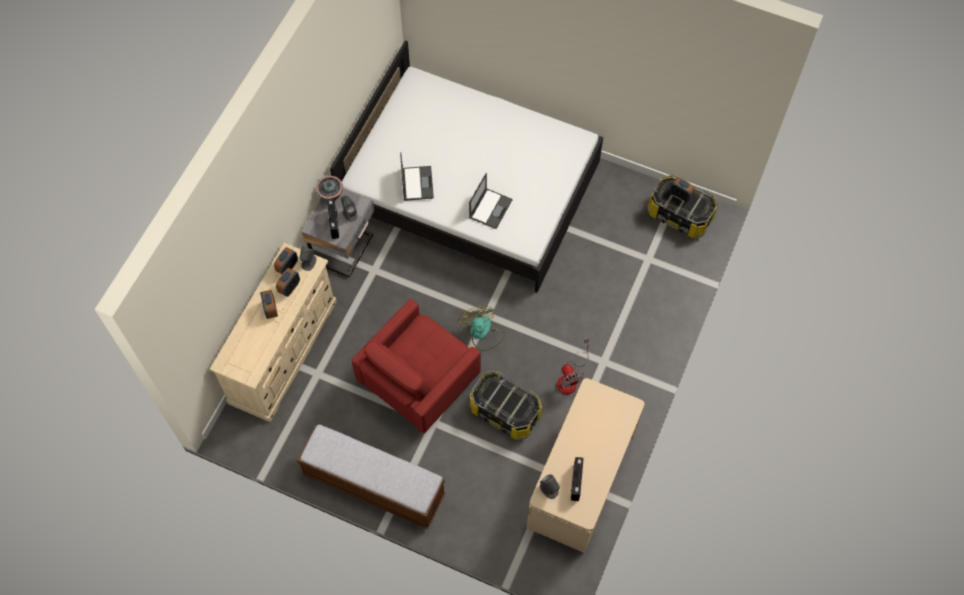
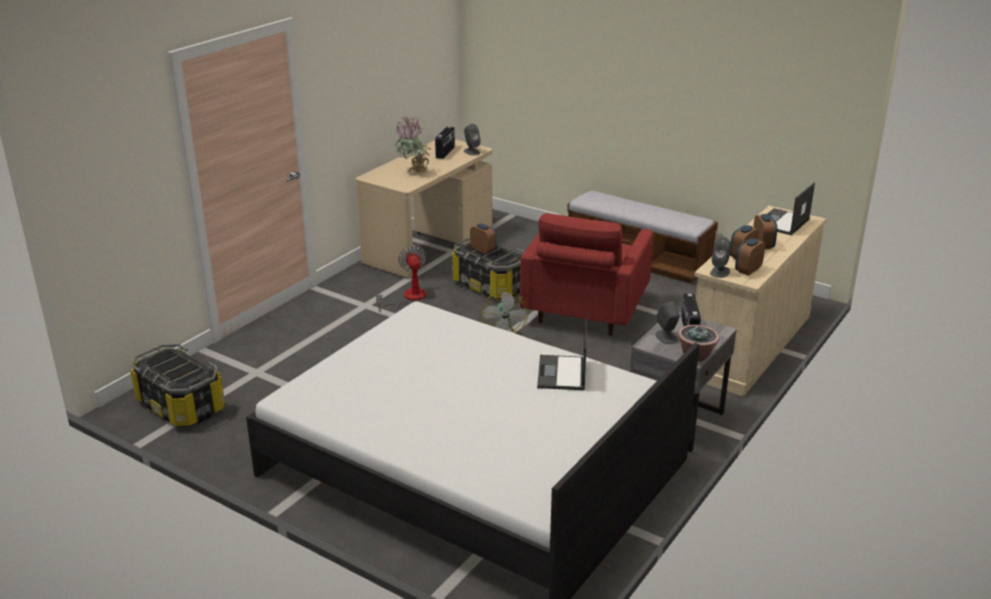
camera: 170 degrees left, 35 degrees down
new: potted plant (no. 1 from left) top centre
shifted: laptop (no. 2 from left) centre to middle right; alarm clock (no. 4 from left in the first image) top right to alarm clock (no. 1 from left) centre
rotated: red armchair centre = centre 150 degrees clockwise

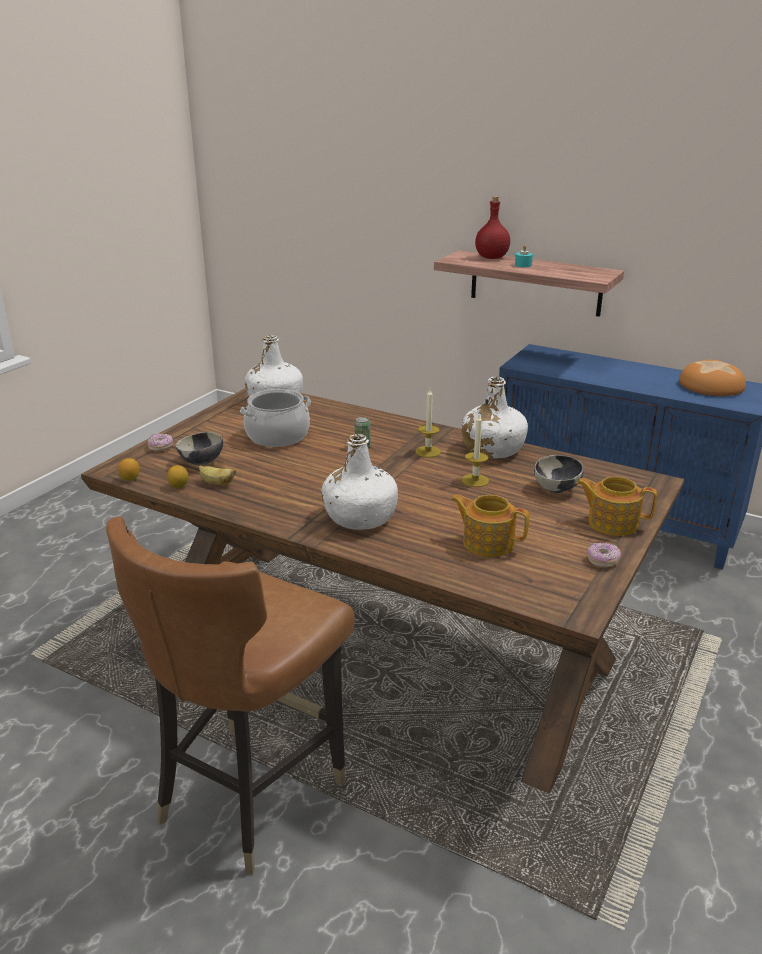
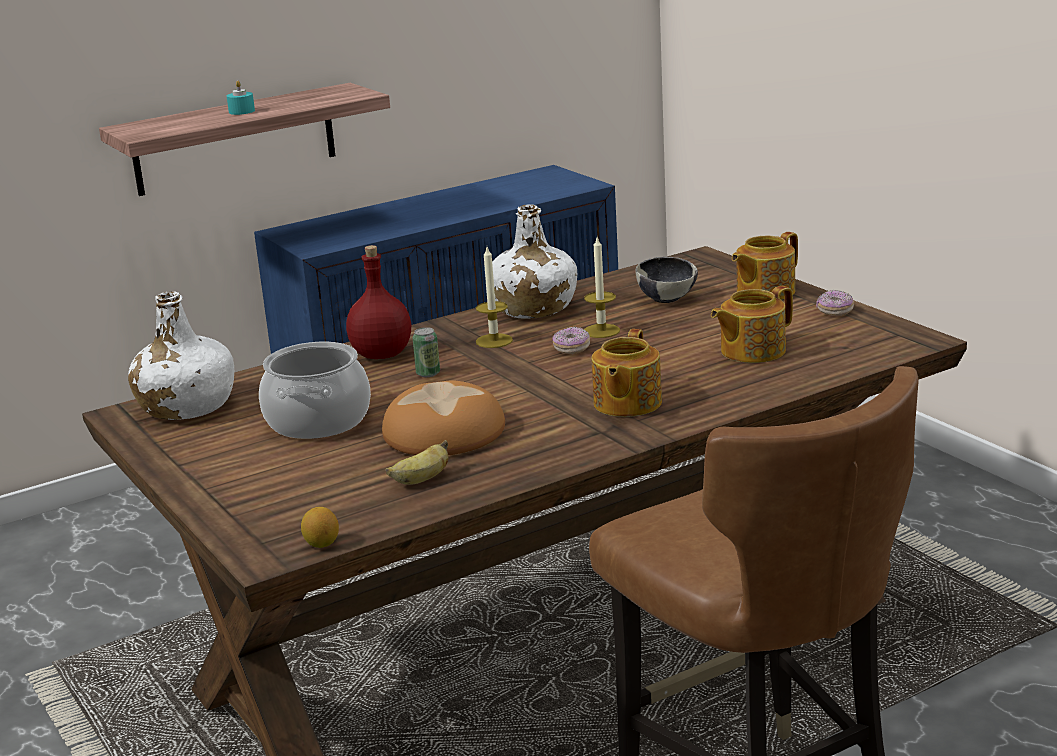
camera: 60 degrees left, 5 degrees down
gone: lemon (no. 2 from left) middle left; bowl (no. 1 from left) middle left
shifted: donut (no. 1 from left) middle left to centre; red bottle top centre to centre; bread middle right to centre
swapped: white bottle (no. 2 from left) centre to teapot (no. 1 from left) centre

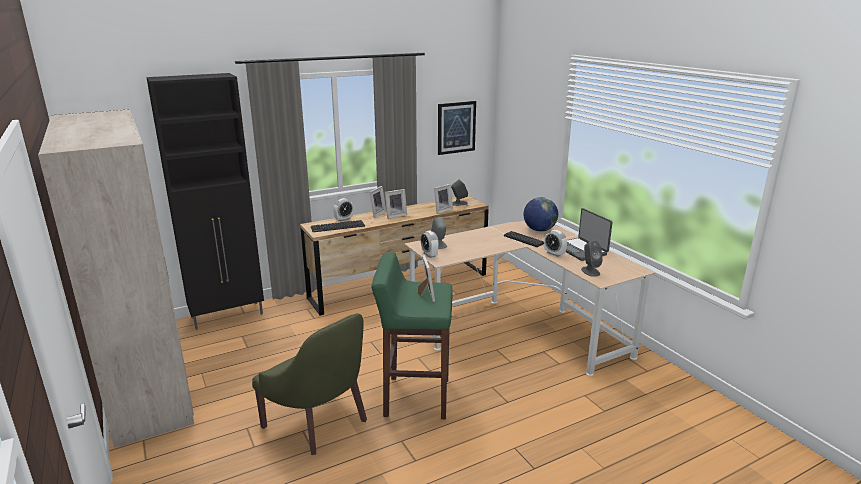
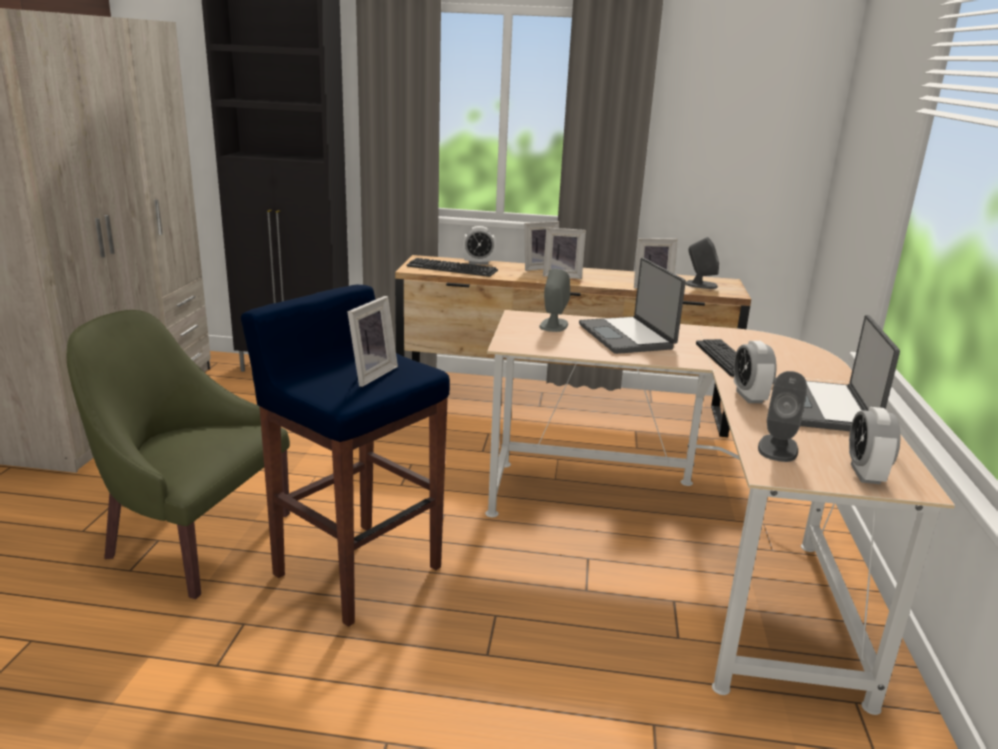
camera: 35 degrees right, 0 degrees up
gone: picture top centre; globe centre
new: laptop (no. 1 from left) centre
shifted: alarm clock (no. 2 from left in the first image) centre to alarm clock (no. 3 from left) middle right
repainted: green stool bottom centre to blue stool centre
rotated: green armchair bottom centre = middle left 120 degrees clockwise

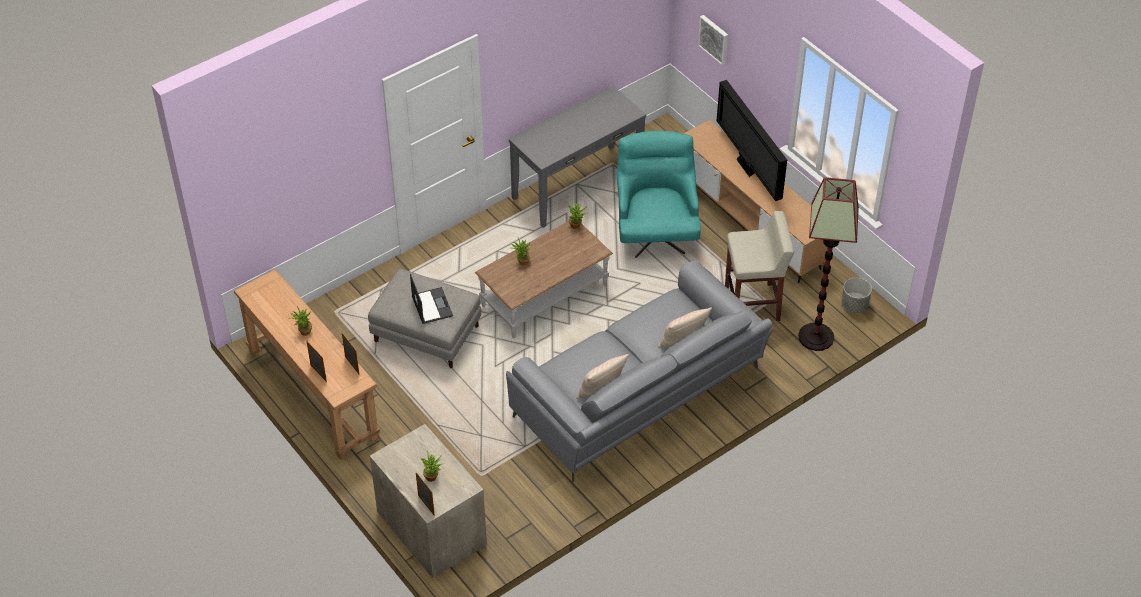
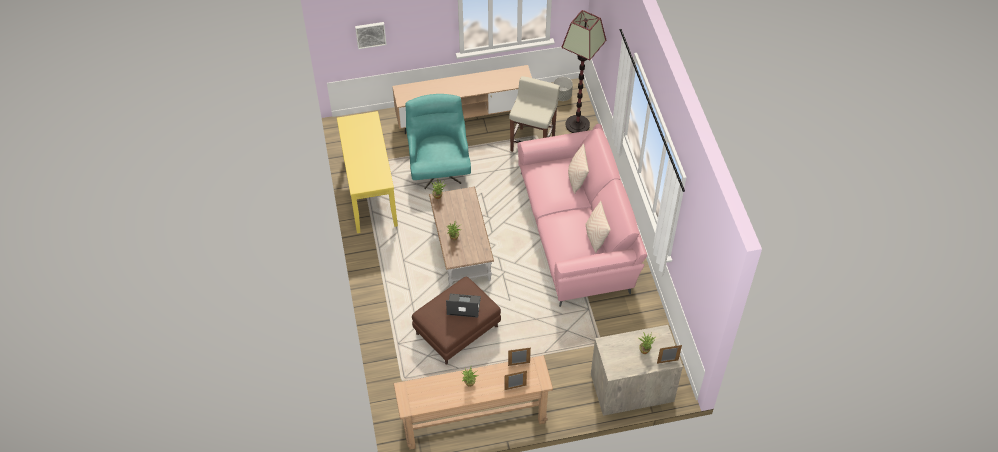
camera: 65 degrees left, 5 degrees up
gone: television top centre
repainted: grey ottoman centre to brown ottoman bottom centre; grey sofa centre to pink sofa centre; grey console table top centre to yellow console table centre
rotated: turquoise armchair top centre = top centre 60 degrees clockwise

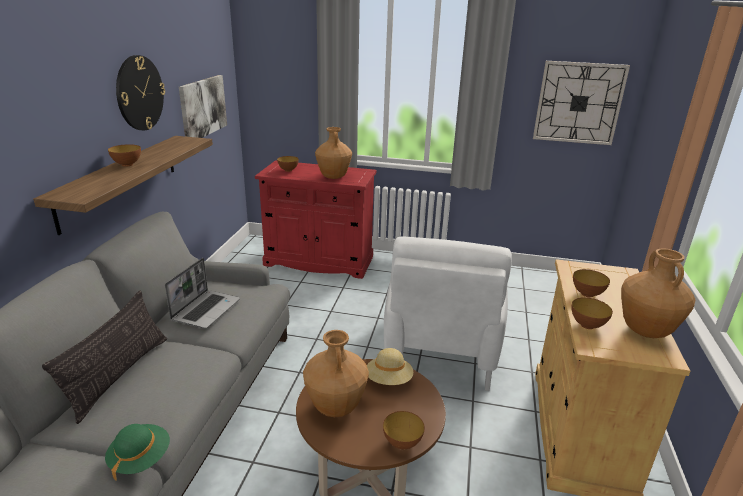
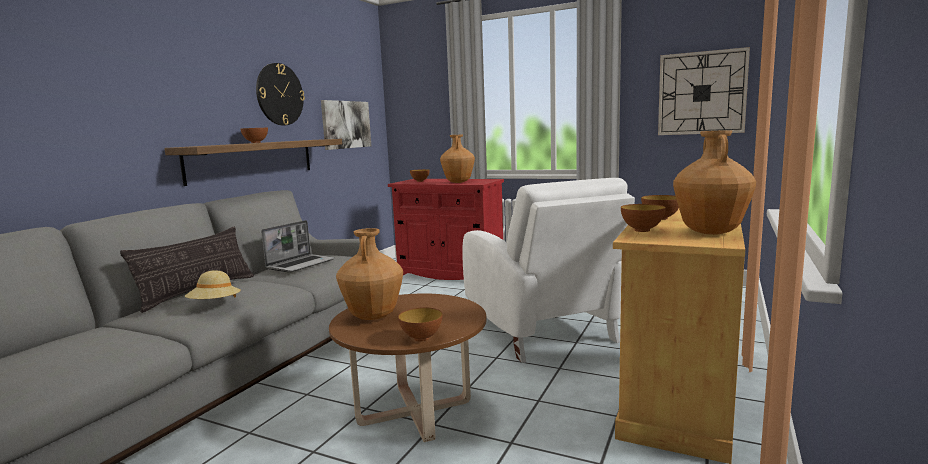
camera: 15 degrees right, 15 degrees down
gone: green hat bottom left
shifted: beige hat bottom centre to middle left
rotated: white armchair centre = centre 45 degrees counterclockwise

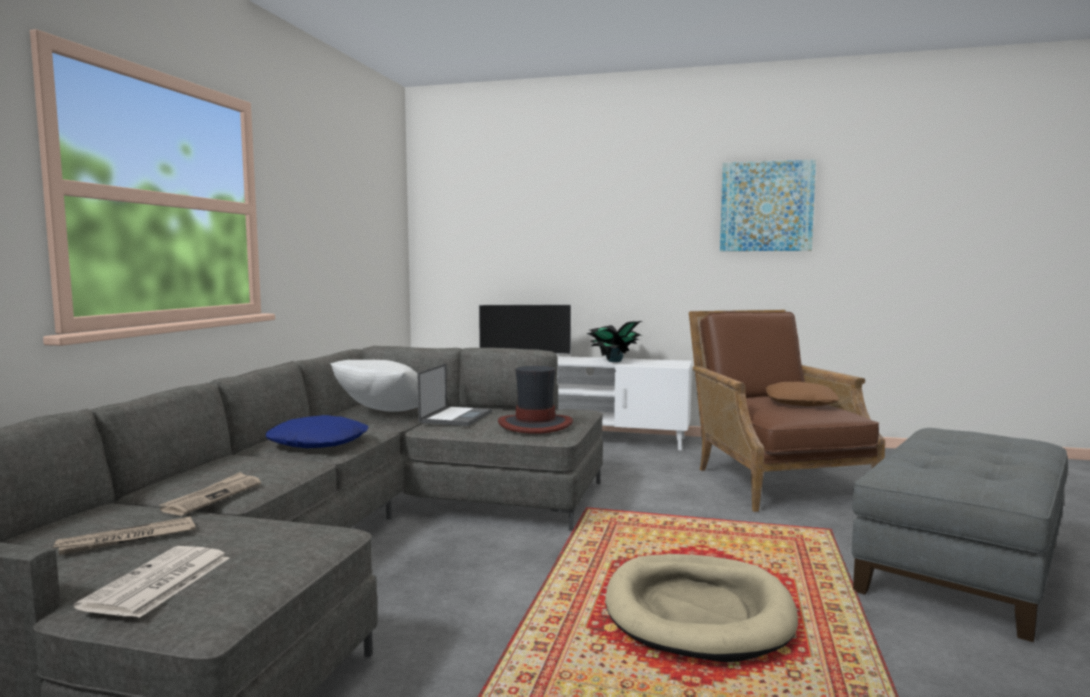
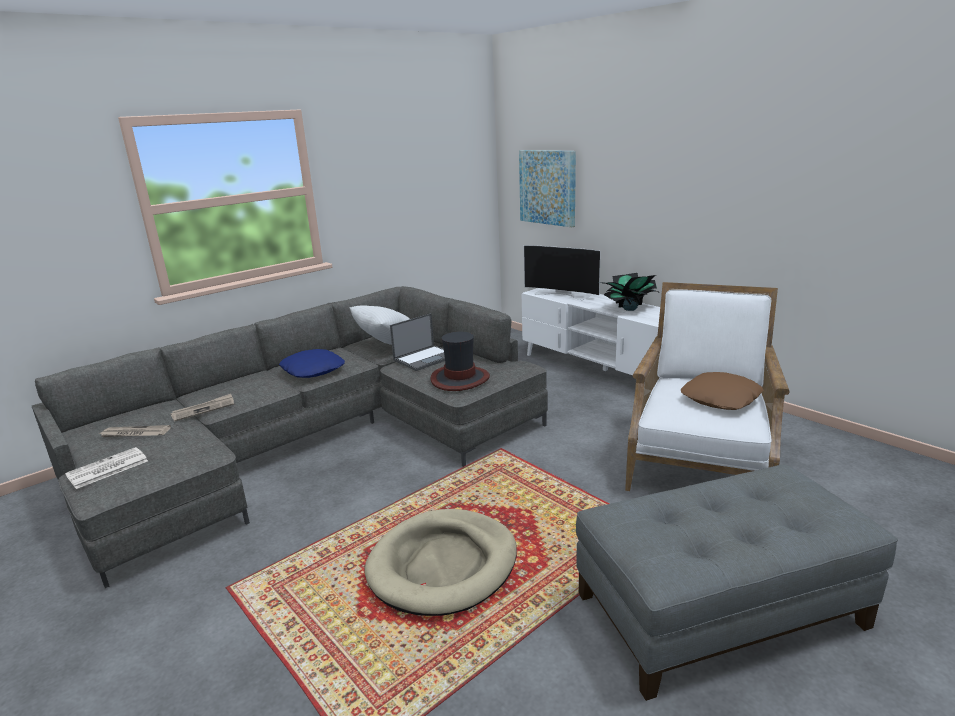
camera: 35 degrees right, 15 degrees up
shifted: picture top right to top centre
repainted: brown armchair middle right to white armchair middle right

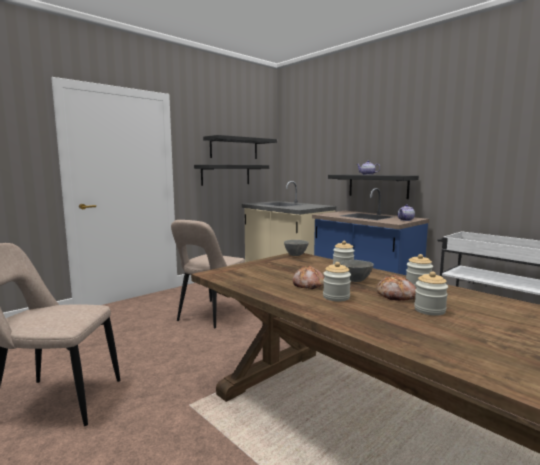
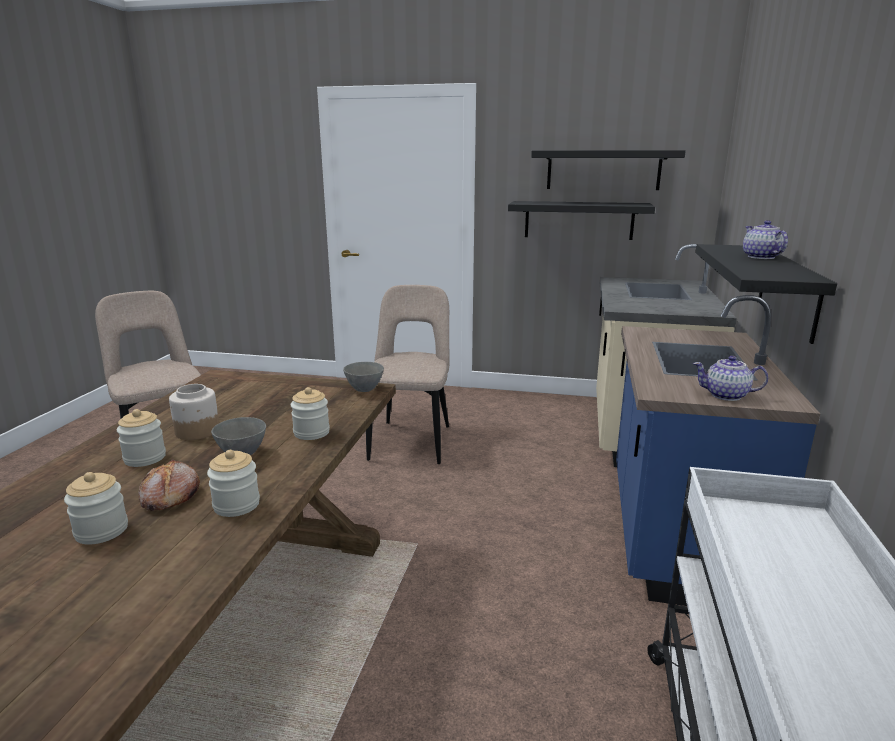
camera: 55 degrees right, 10 degrees up
swapped: bread (no. 1 from left) centre to jar (no. 3 from left) middle left
rotated: beige chair (no. 2 from left) centre = centre 105 degrees clockwise

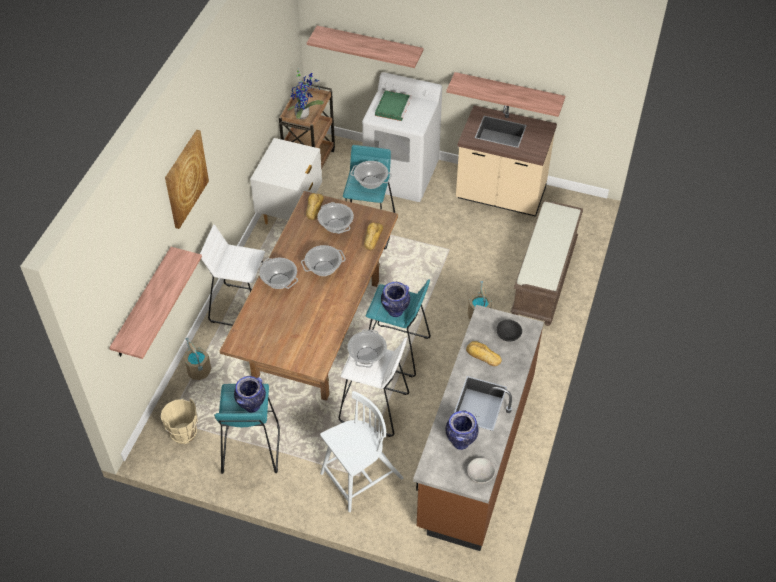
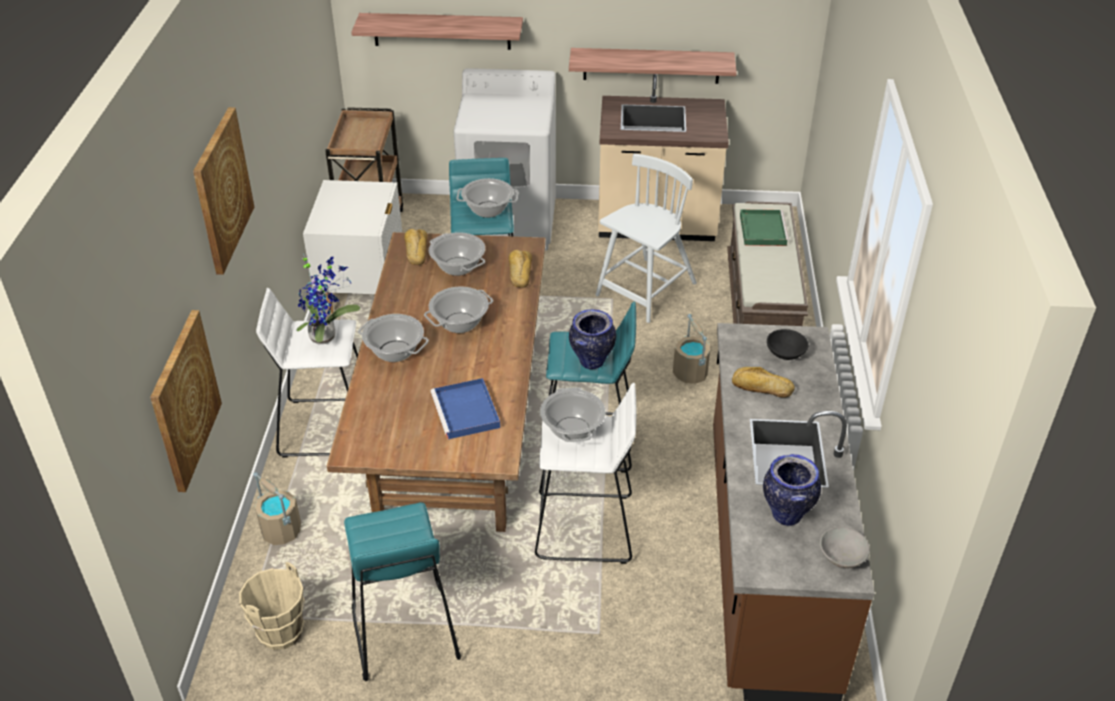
camera: 15 degrees left, 10 degrees down
gone: vase (no. 1 from left) bottom left
new: blue tray centre
shifted: potted plant top centre to middle left; white chair bottom centre to centre; green tray top centre to top right
swapped: shelf (no. 1 from left) middle left to picture (no. 1 from left) middle left

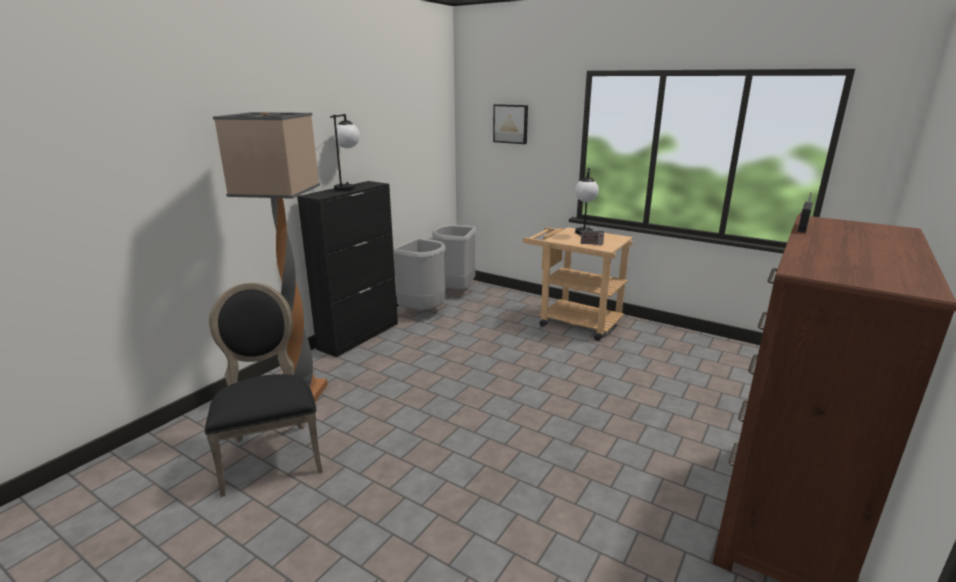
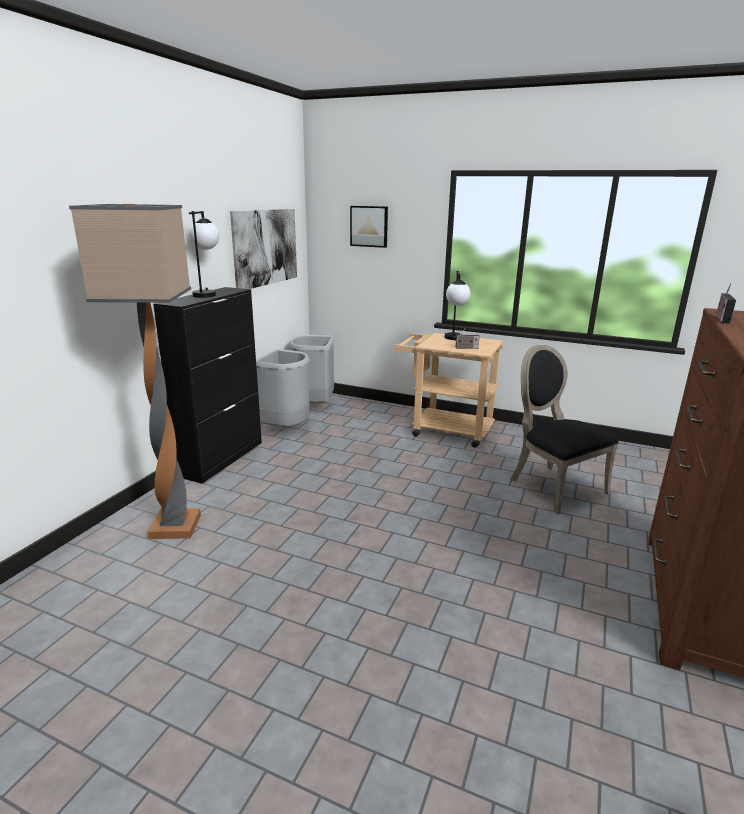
camera: 10 degrees left, 0 degrees up
new: picture (no. 1 from left) top centre
shifted: black chair bottom left to middle right

